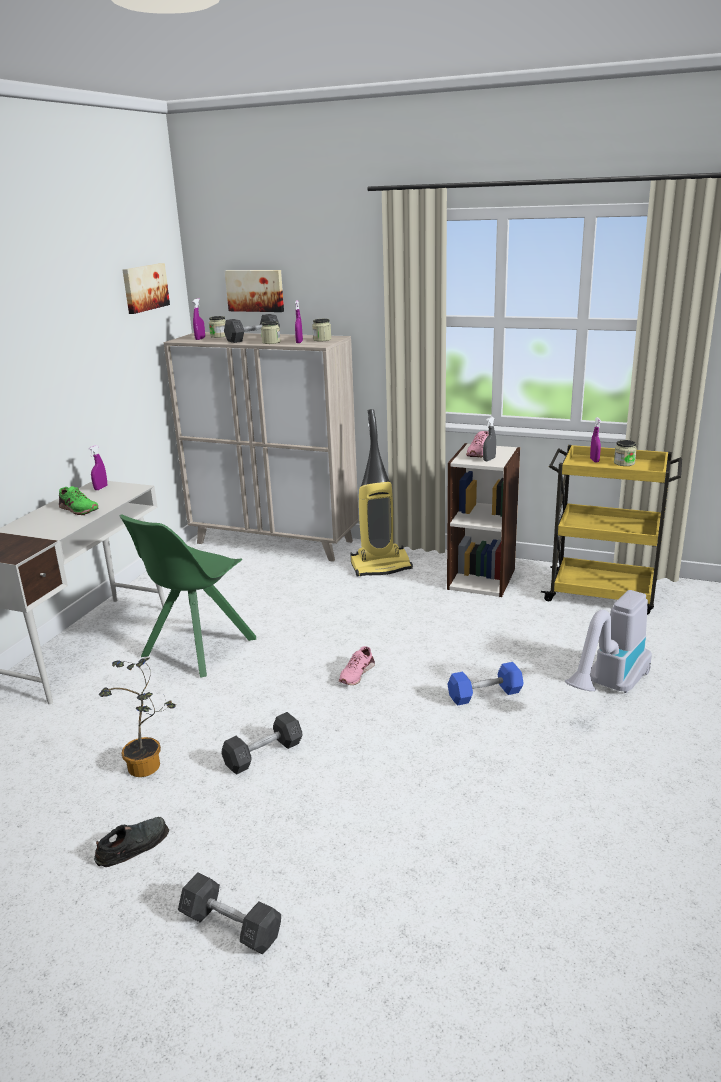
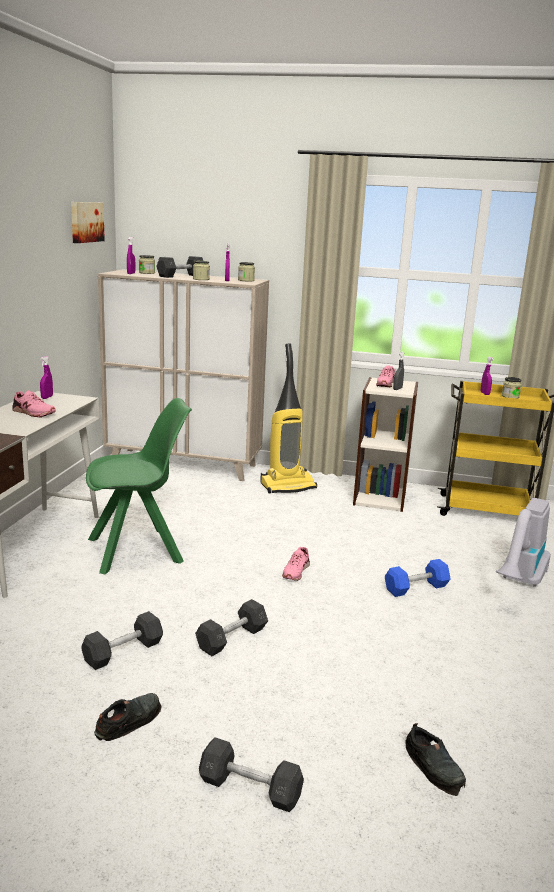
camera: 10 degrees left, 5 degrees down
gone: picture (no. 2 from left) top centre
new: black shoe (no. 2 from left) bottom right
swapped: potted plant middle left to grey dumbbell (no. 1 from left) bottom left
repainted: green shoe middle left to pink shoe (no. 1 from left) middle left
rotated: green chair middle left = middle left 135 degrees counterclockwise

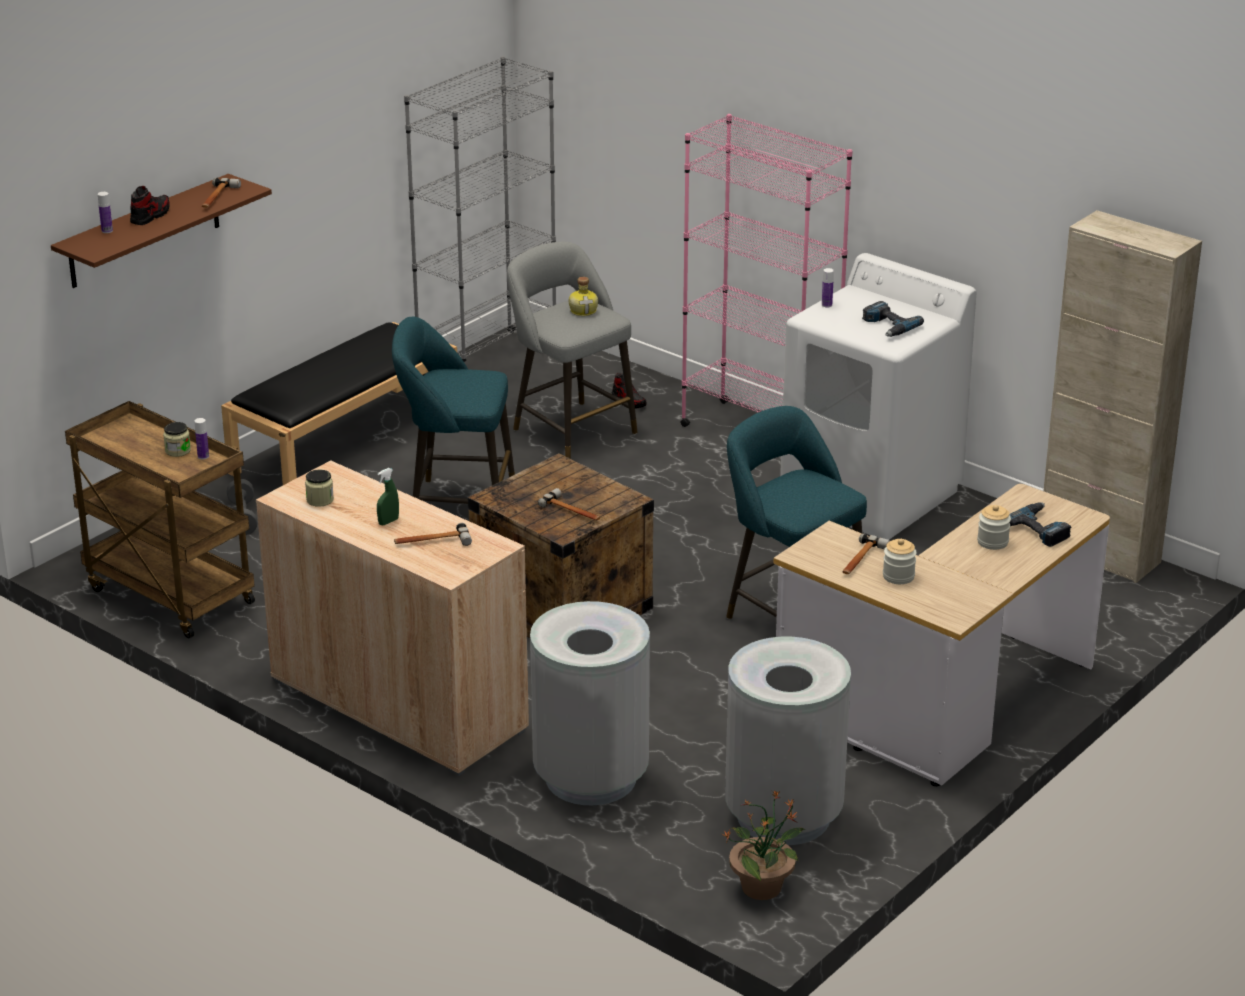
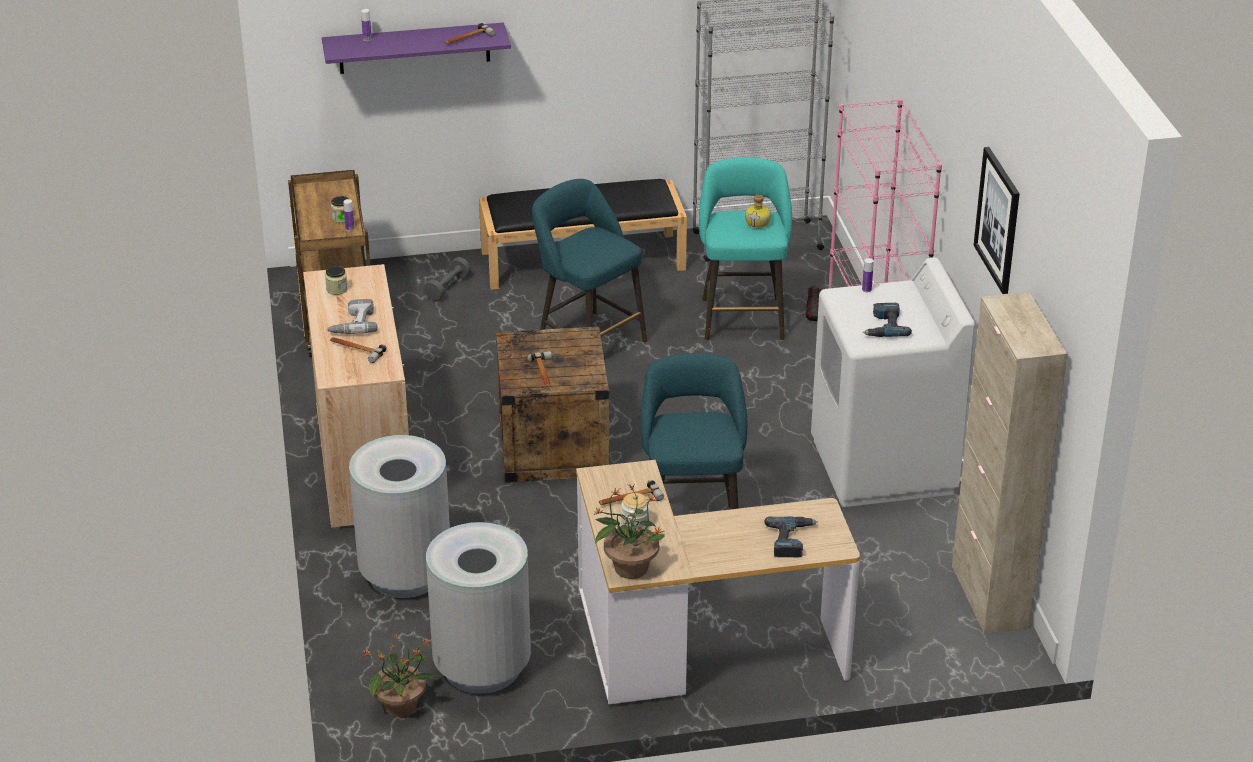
camera: 40 degrees right, 5 degrees up
gone: shoe (no. 1 from left) top left; jar (no. 4 from left) middle right
new: potted plant (no. 2 from left) bottom centre; picture top right
swapped: green spray bottle middle left to power drill (no. 1 from left) middle left
repainted: brown shelf top left to purple shelf top left; grey stool centre to turquoise stool (no. 3 from left) top centre

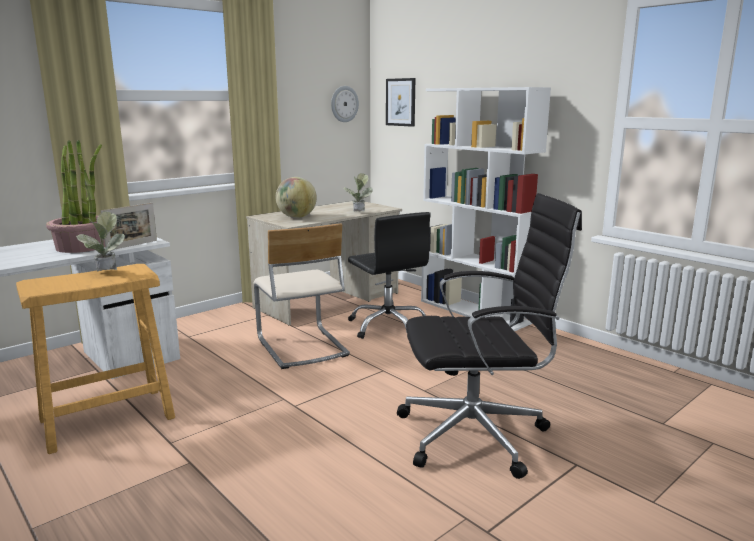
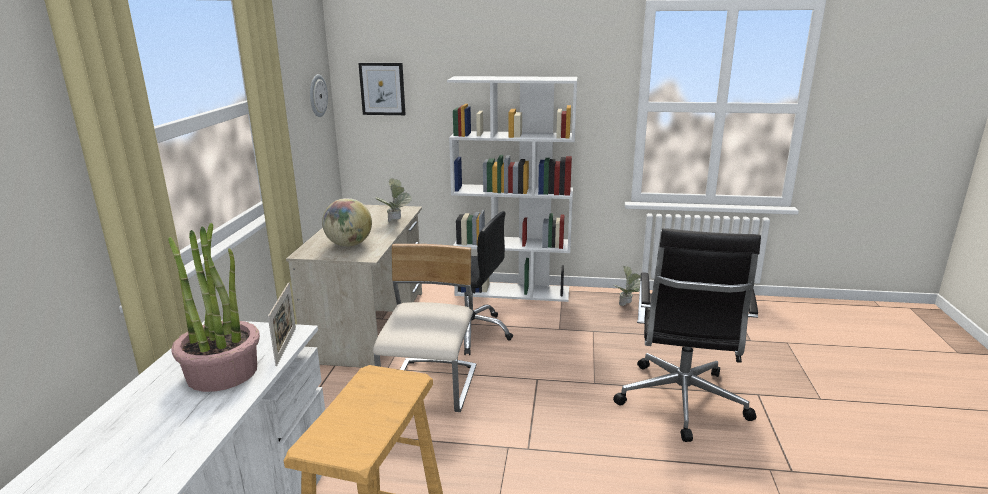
camera: 40 degrees left, 5 degrees up
shifted: potted plant (no. 2 from left in the first image) middle left to potted plant (no. 3 from left) centre
rotated: beige chair centre = centre 105 degrees counterclockwise; black office chair (no. 2 from left) centre = bottom right 150 degrees clockwise

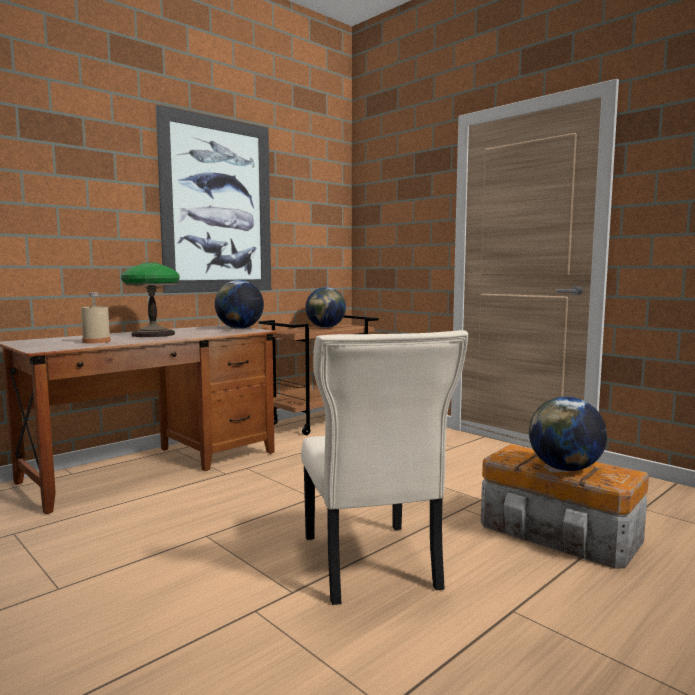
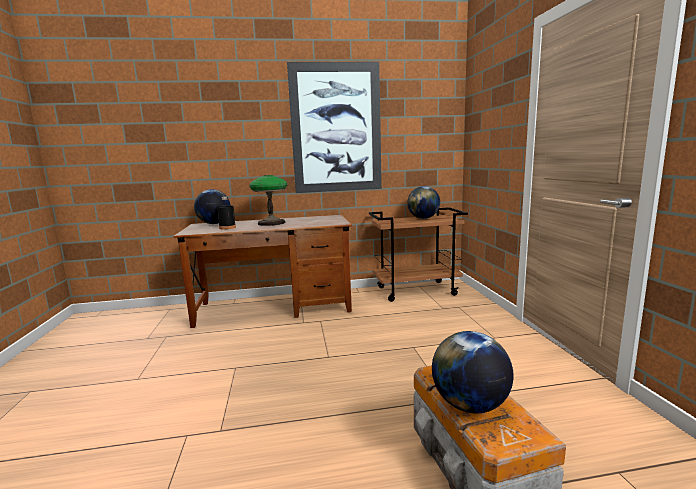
camera: 35 degrees right, 5 degrees up
gone: beige chair bottom centre
shifted: globe (no. 1 from left) centre to middle left
repainted: beige bottle middle left to black bottle middle left

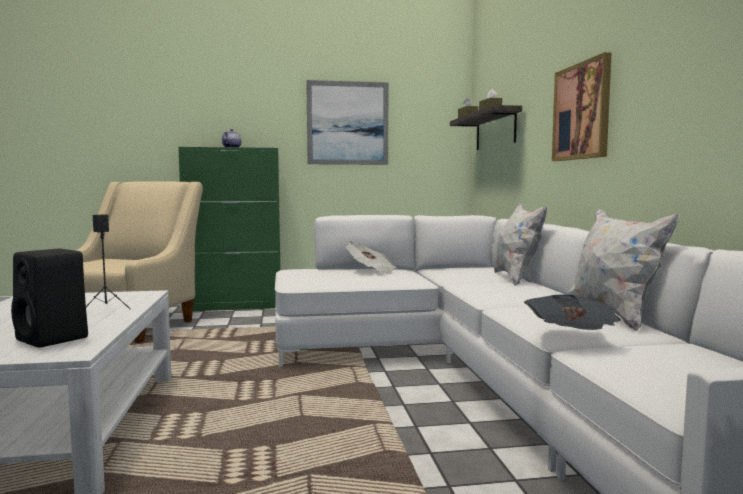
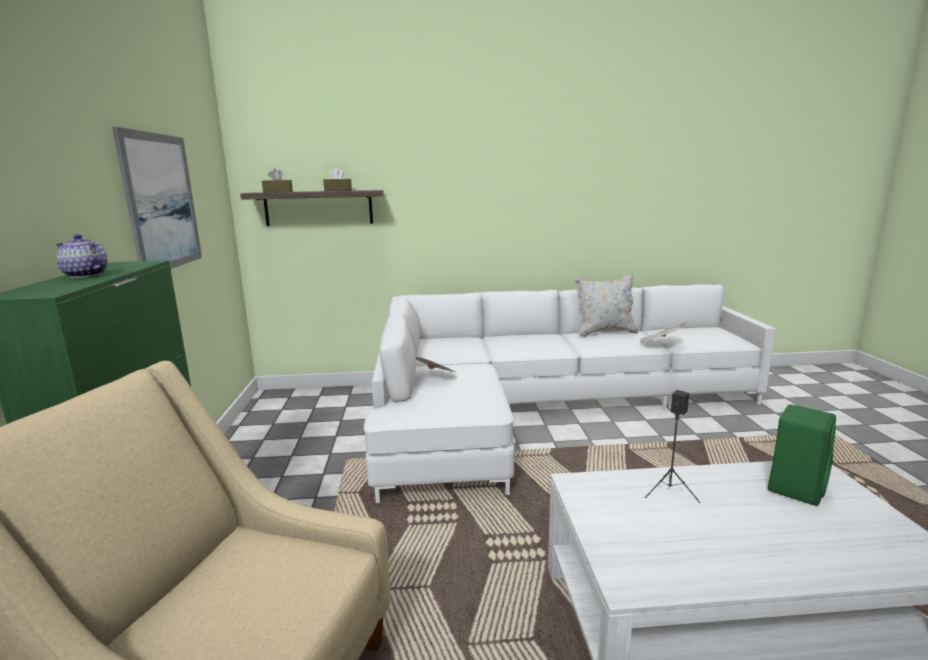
camera: 85 degrees left, 10 degrees up
gone: white pillow (no. 1 from left) middle right; picture (no. 2 from left) top right
repainted: black speaker (no. 1 from left) middle left to green speaker bottom right

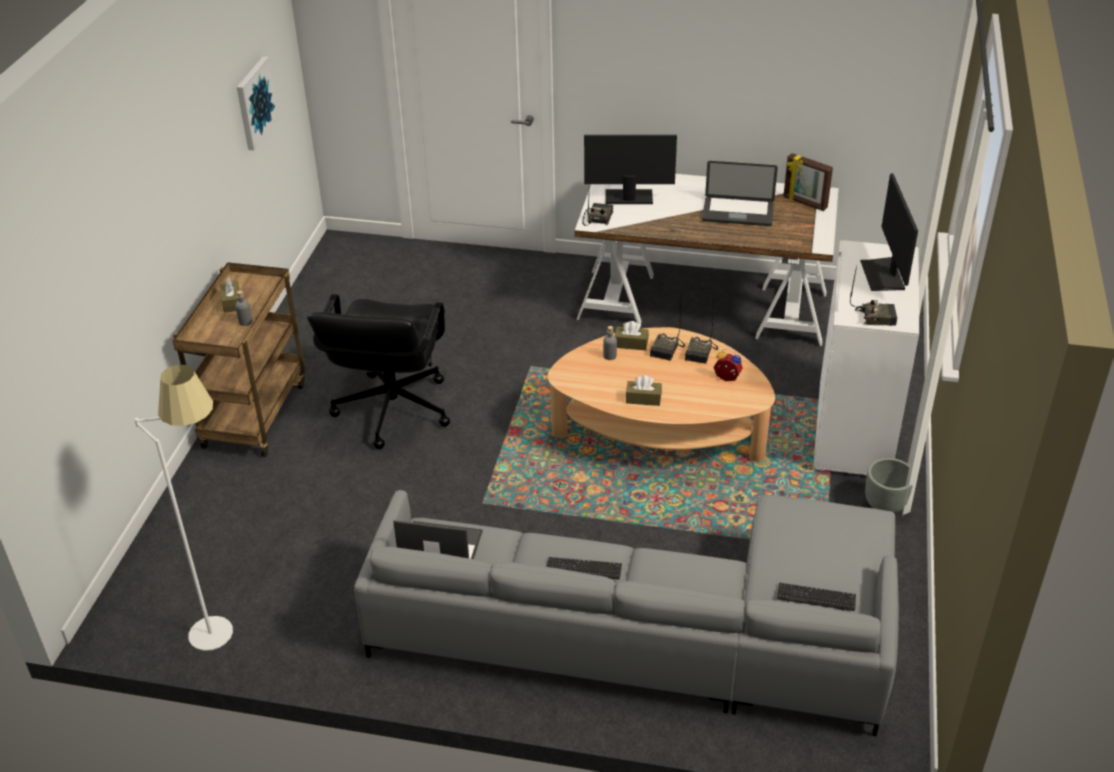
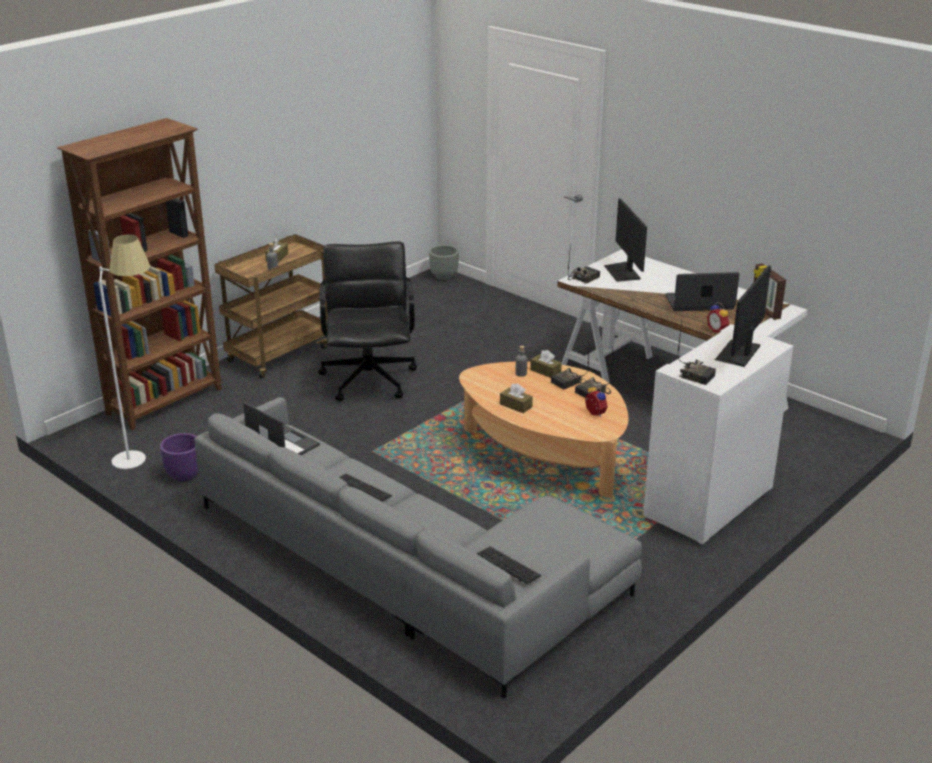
camera: 30 degrees right, 10 degrees down
gone: picture top left
new: brown bookcase middle left; purple planter middle left; alarm clock (no. 2 from left) middle right
shifted: grey planter middle right to centre
rotated: black office chair centre = centre 135 degrees clockwise; monitor (no. 1 from left) top centre = top right 135 degrees counterclockwise; laptop (no. 2 from left) top centre = middle right 135 degrees clockwise

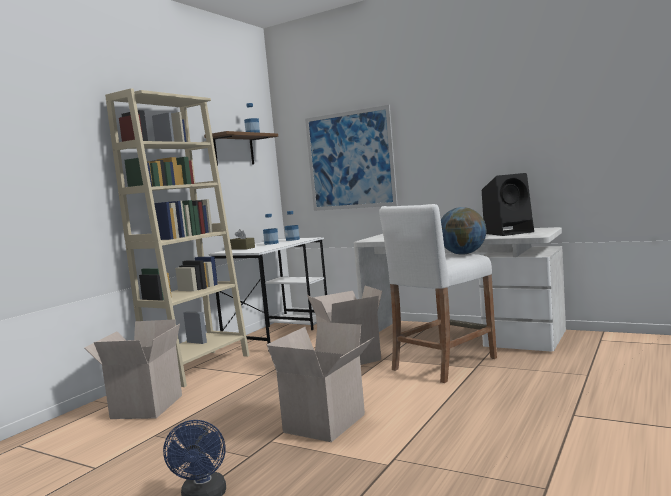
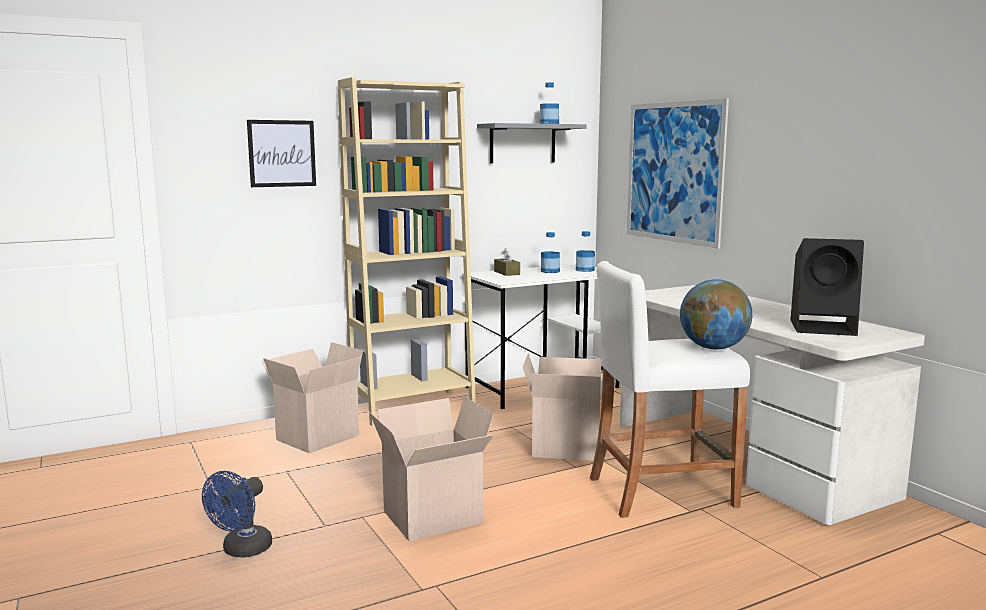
camera: 30 degrees right, 5 degrees up
new: picture (no. 1 from left) top left
repainted: brown shelf top centre to grey shelf top centre

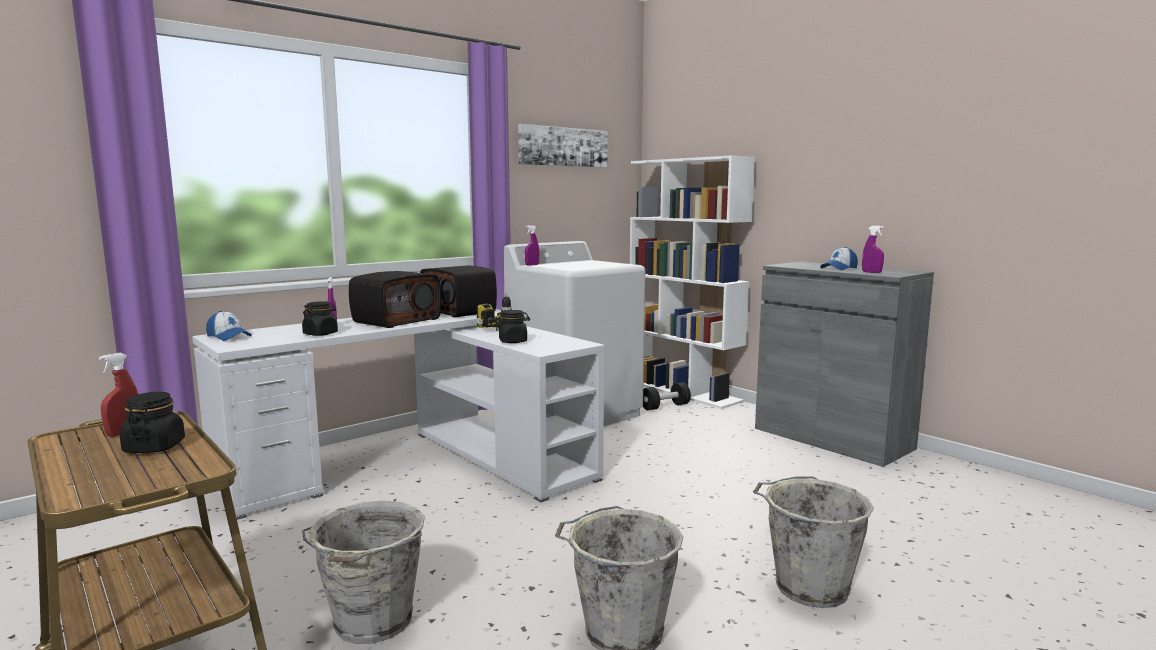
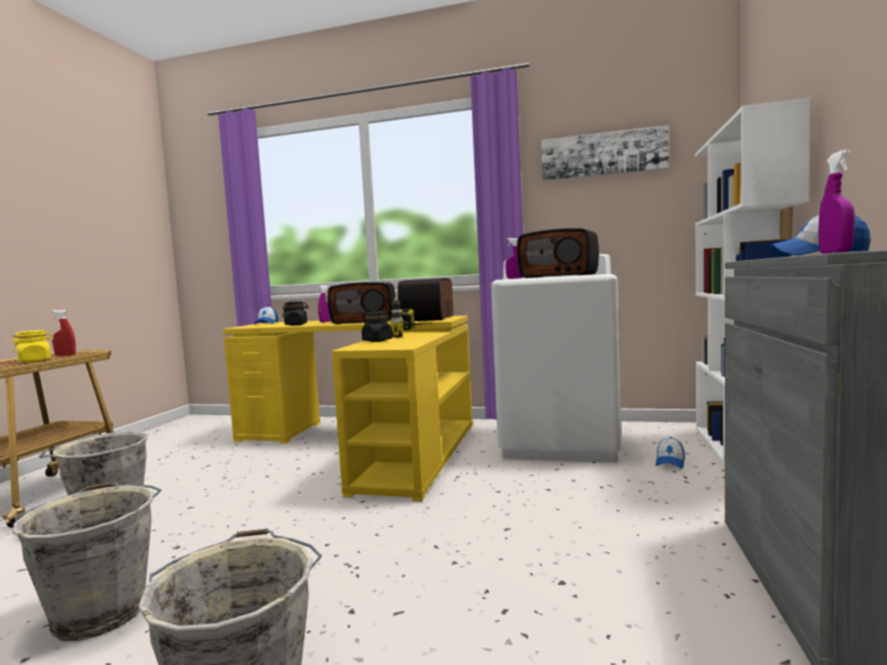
camera: 55 degrees right, 5 degrees down
new: radio (no. 3 from left) centre
swapped: black dumbbell centre to cap (no. 2 from left) bottom right
repainted: black jar (no. 1 from left) middle left to yellow jar middle left; white desk centre to yellow desk centre

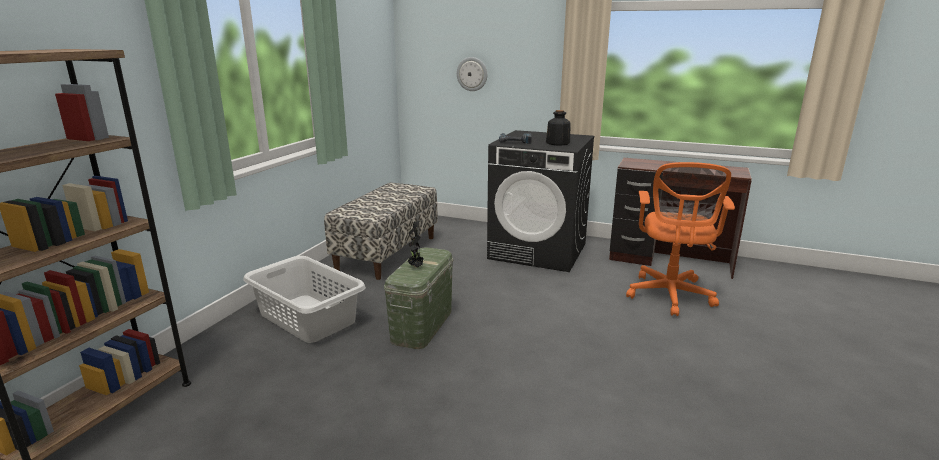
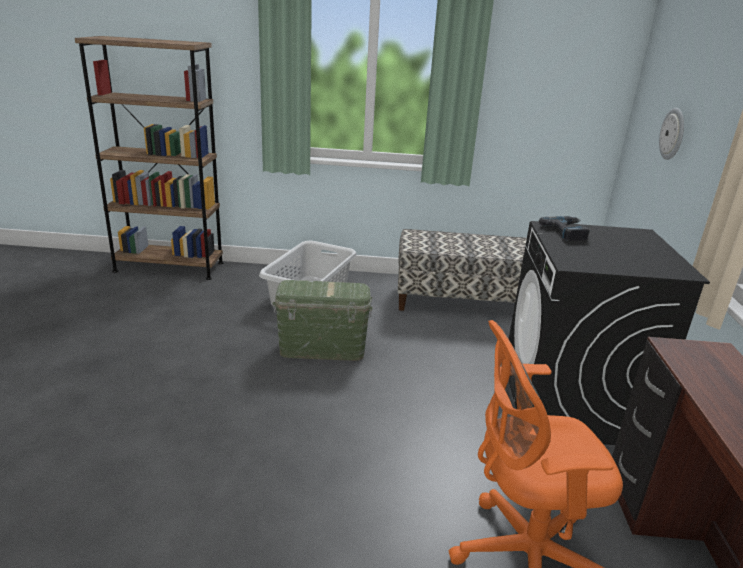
camera: 70 degrees right, 5 degrees up
gone: potted plant centre; bottle top centre

